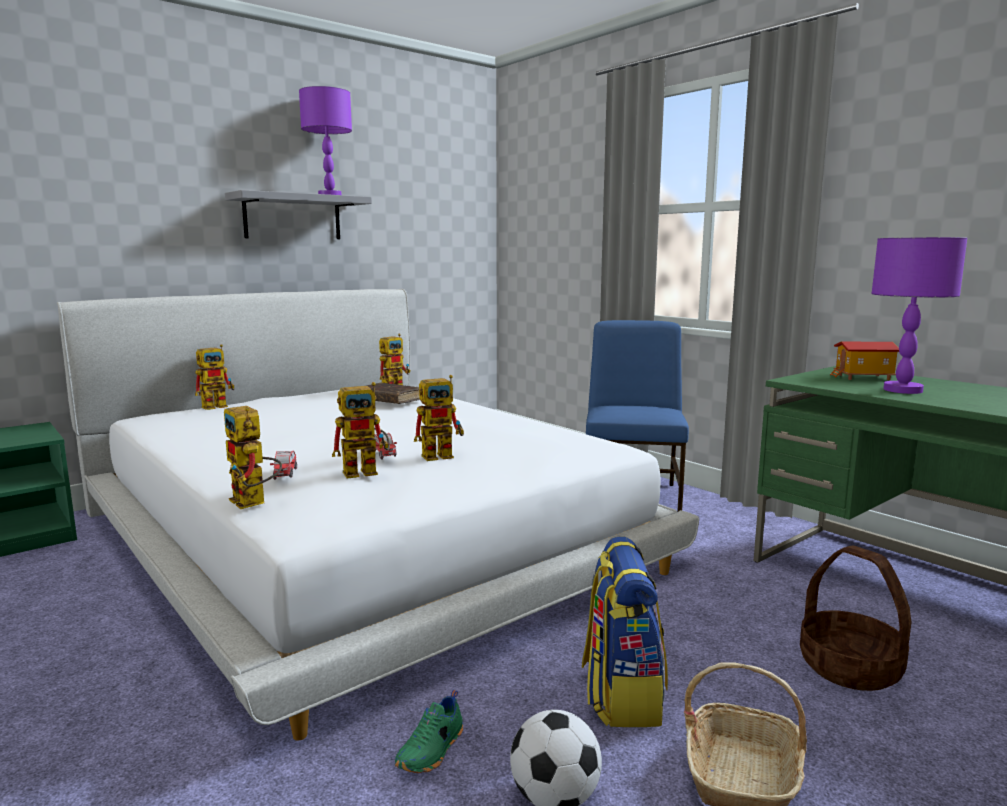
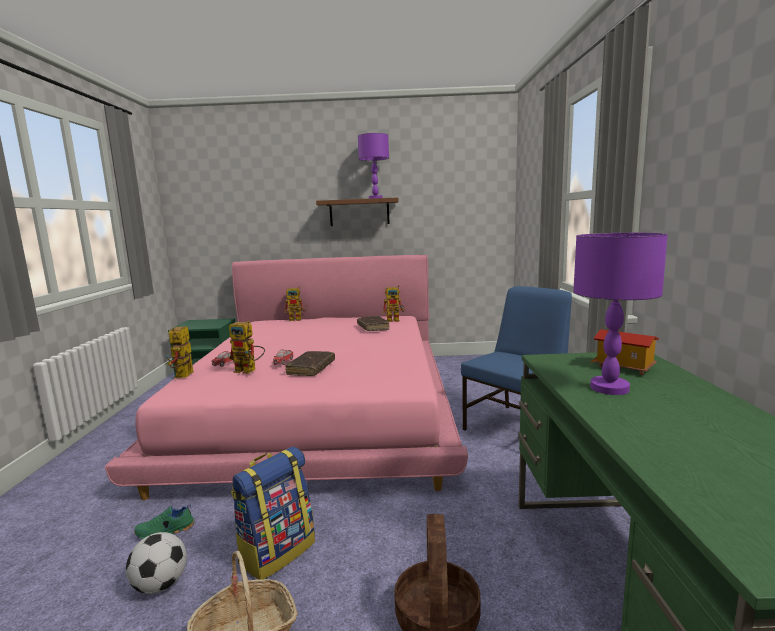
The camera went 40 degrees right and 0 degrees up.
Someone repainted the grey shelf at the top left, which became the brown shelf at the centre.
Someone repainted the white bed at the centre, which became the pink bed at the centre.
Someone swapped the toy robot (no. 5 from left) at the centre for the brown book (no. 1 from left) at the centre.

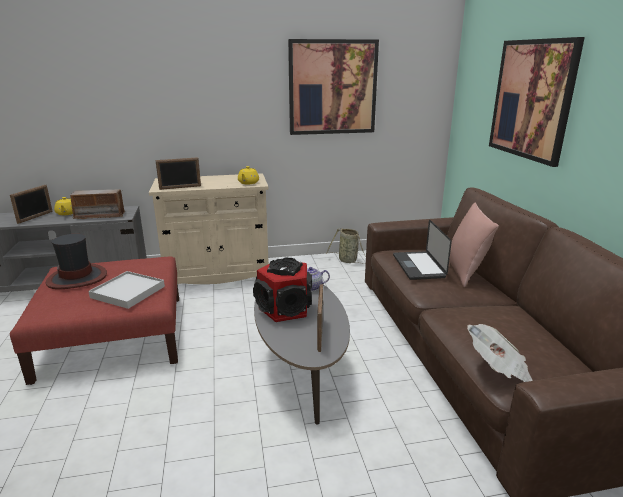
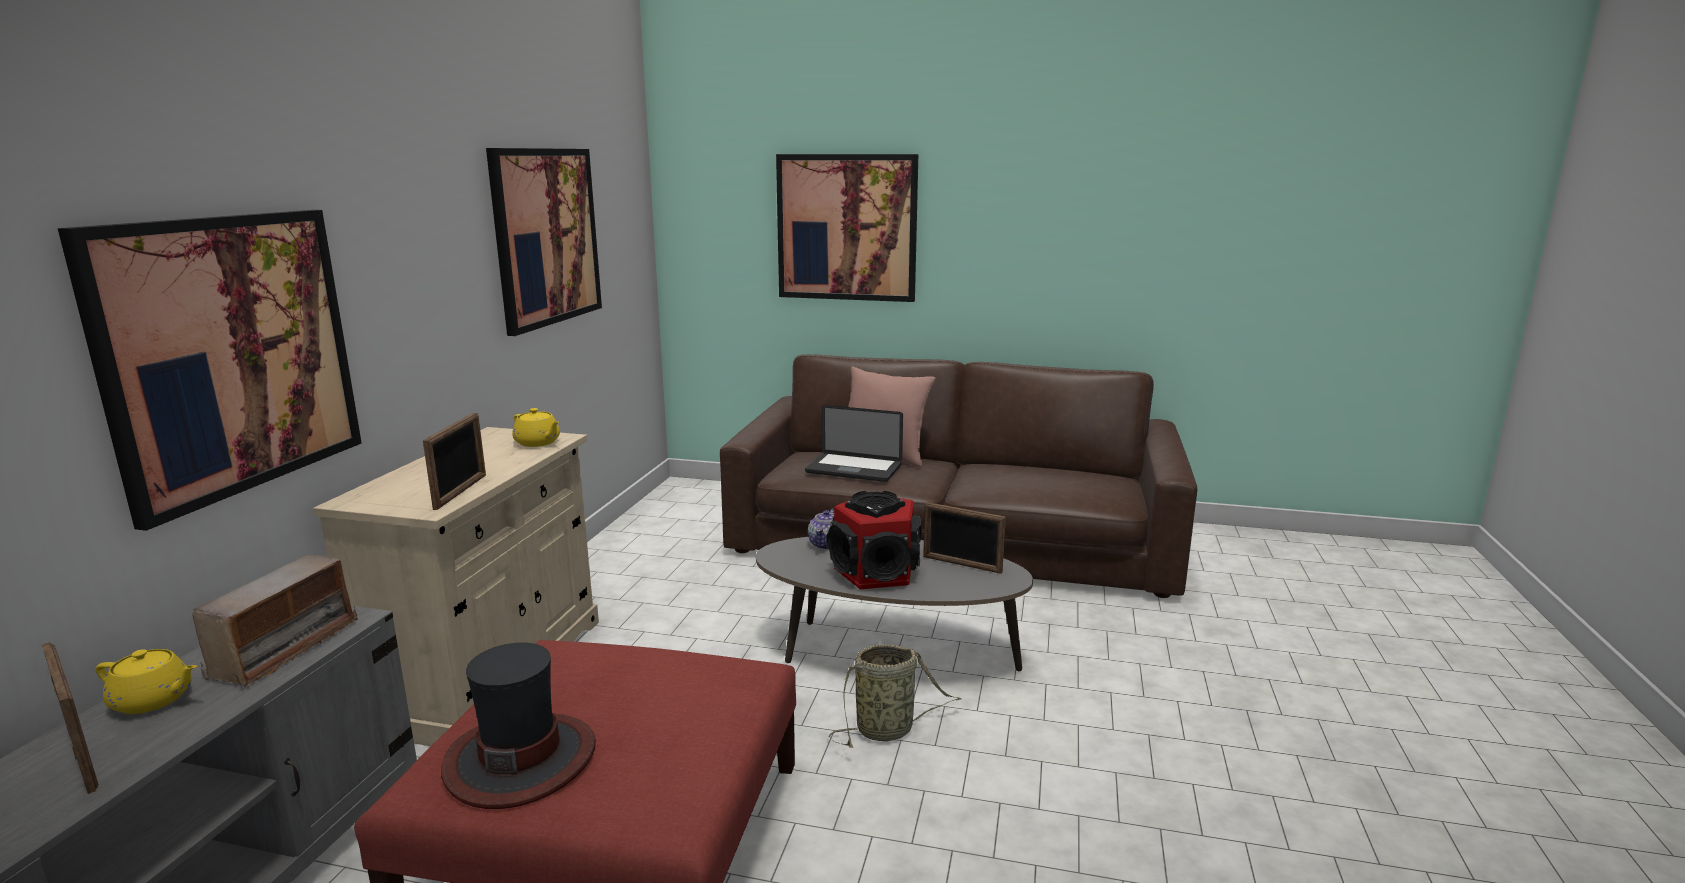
The camera went 65 degrees left and 5 degrees down.
Someone carried the basket from the centre to the bottom centre.
Someone took away the white tray at the middle left.
Someone took away the newspaper at the bottom right.
Someone put up the picture (no. 1 from left) at the middle left.

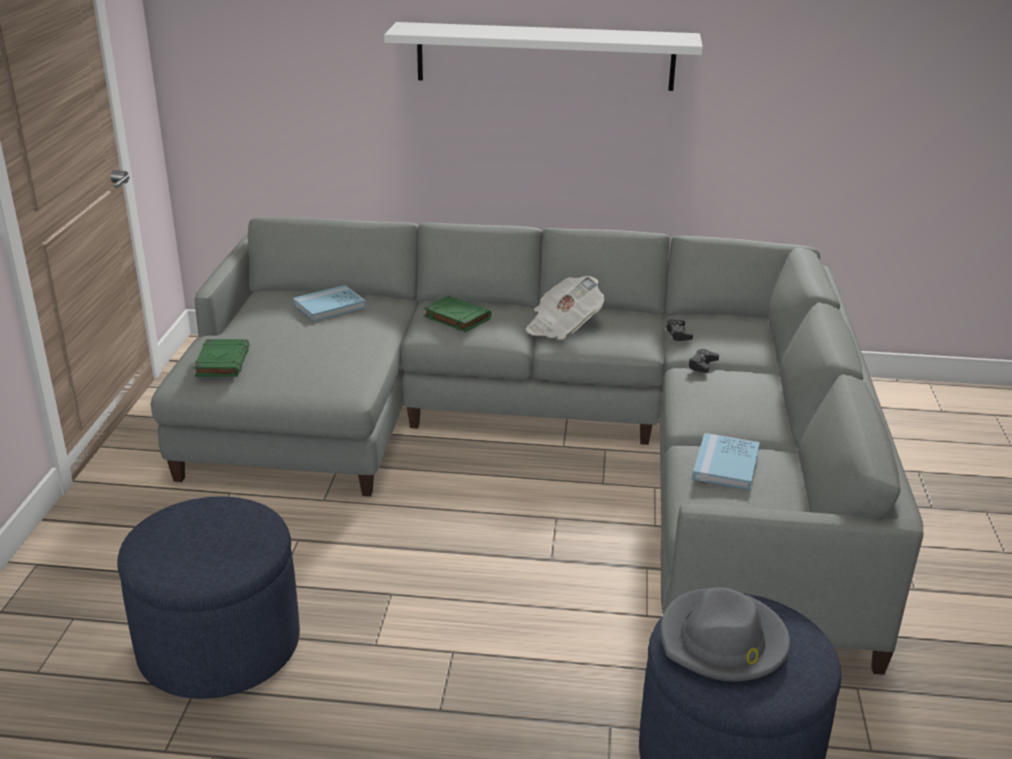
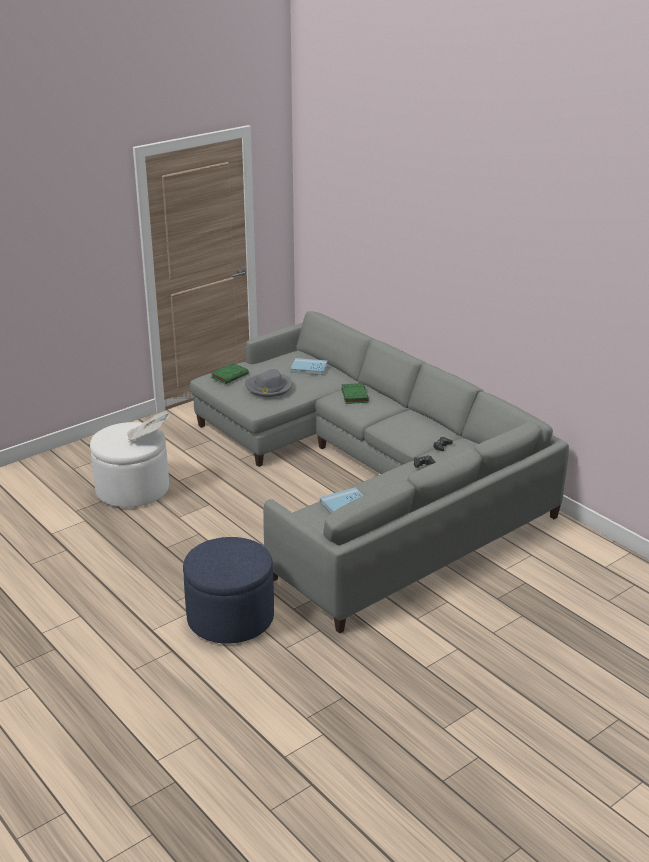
The camera went 45 degrees right and 0 degrees up.
Someone took away the white shelf at the top centre.
Someone carried the newspaper from the centre to the middle left.
Someone repainted the blue ottoman (no. 1 from left) at the bottom left, which became the white ottoman at the middle left.
Someone carried the grey hat from the bottom right to the centre.

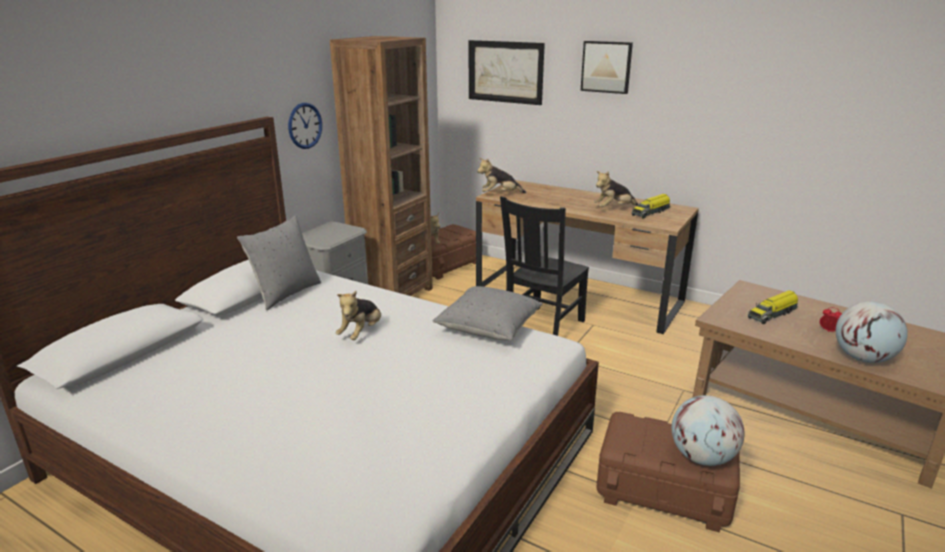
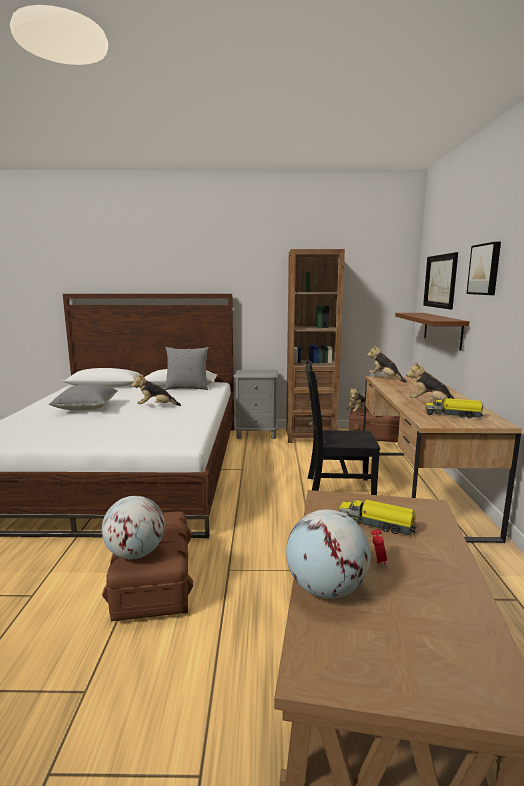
The camera went 60 degrees right and 10 degrees down.
Someone took away the wall clock at the top left.
Someone carried the grey pillow (no. 2 from left in the first image) from the centre to the middle left.
Someone put up the brown shelf at the middle right.

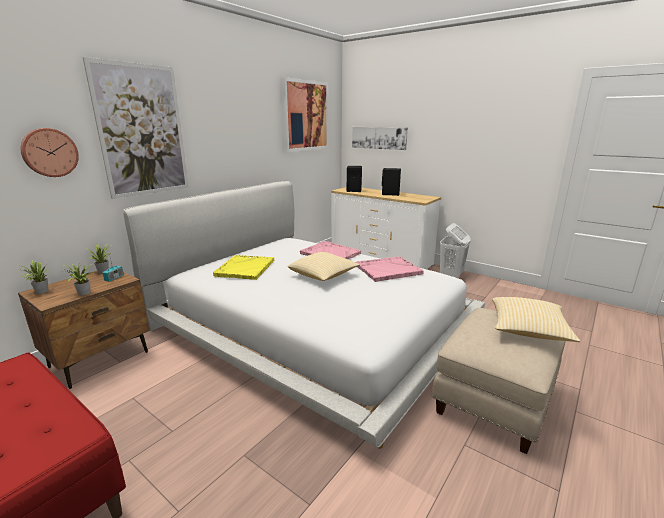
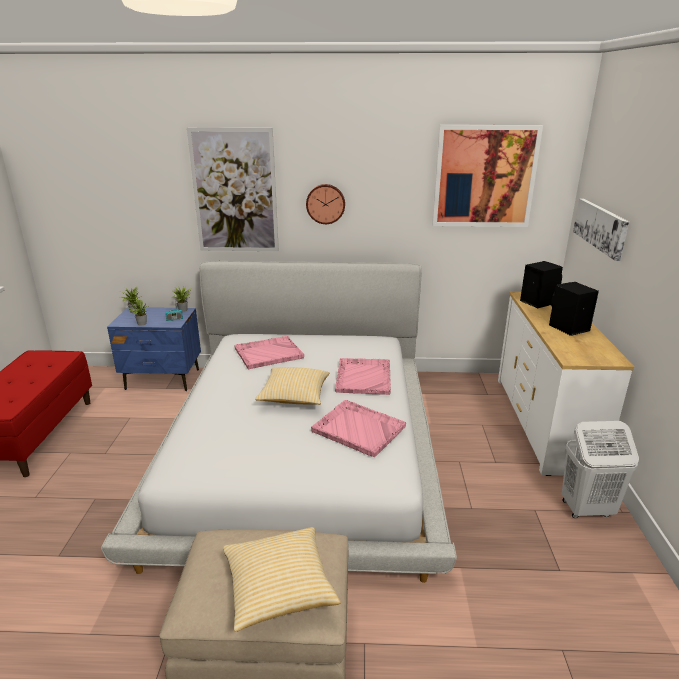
The camera went 55 degrees right and 5 degrees up.
Someone carried the wall clock from the top left to the top centre.
Someone repainted the yellow tray at the centre, which became the pink tray (no. 1 from left) at the centre.
Someone repainted the brown nightstand at the middle left, which became the blue nightstand at the middle left.

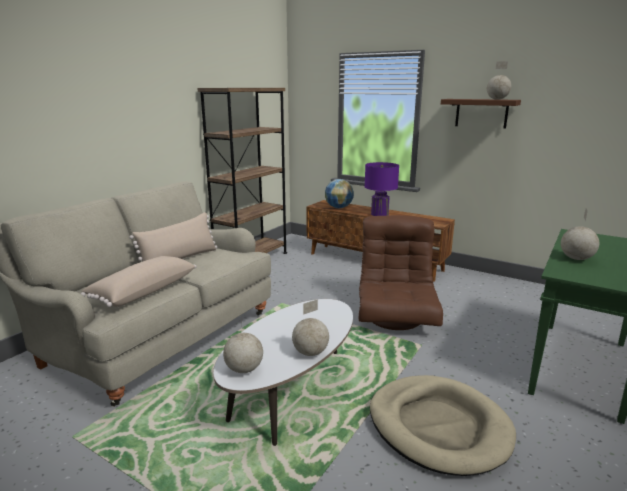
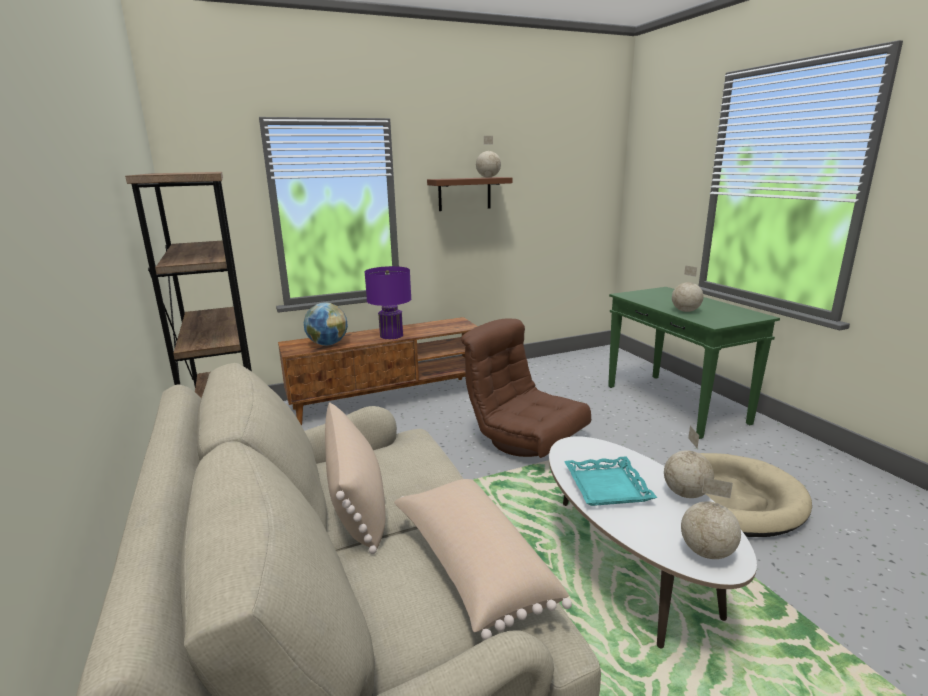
The camera went 55 degrees left and 0 degrees up.
Someone put down the turquoise tray at the bottom centre.

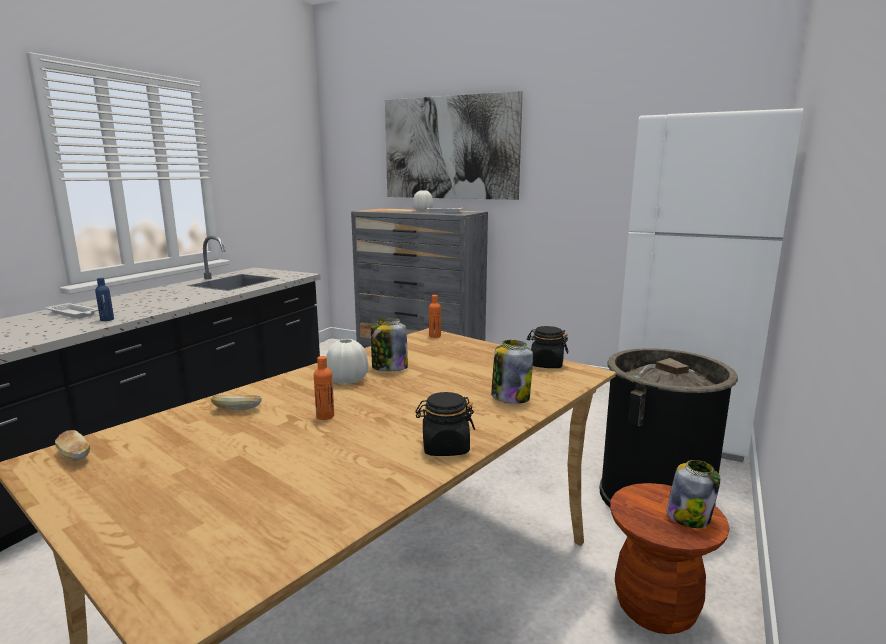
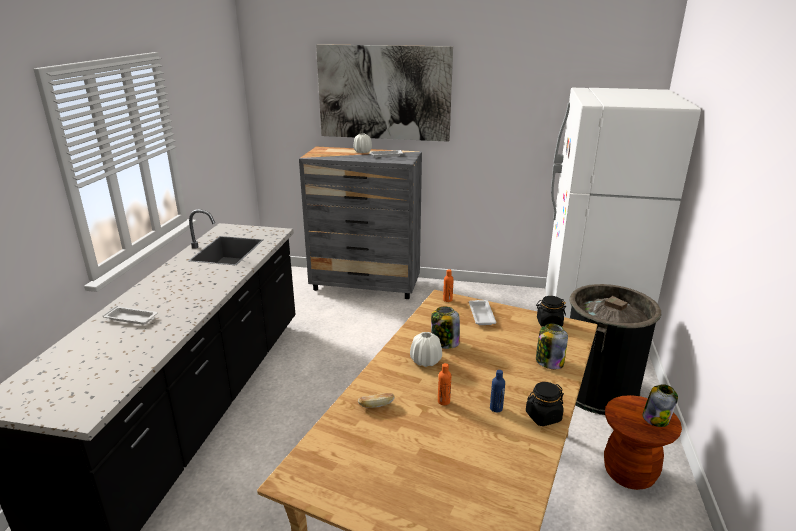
The camera went 15 degrees left and 10 degrees up.
Someone carried the blue bottle from the middle left to the bottom centre.
Someone took away the bread (no. 1 from left) at the bottom left.
Someone put down the white tray (no. 3 from left) at the centre.

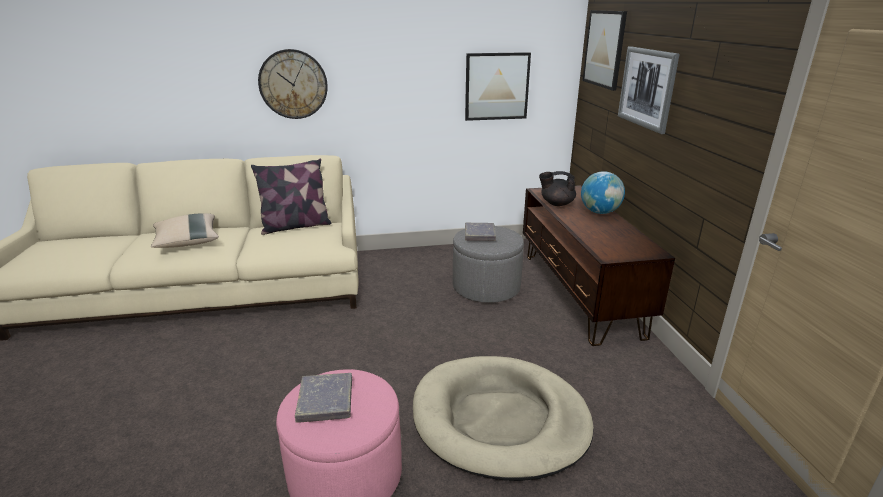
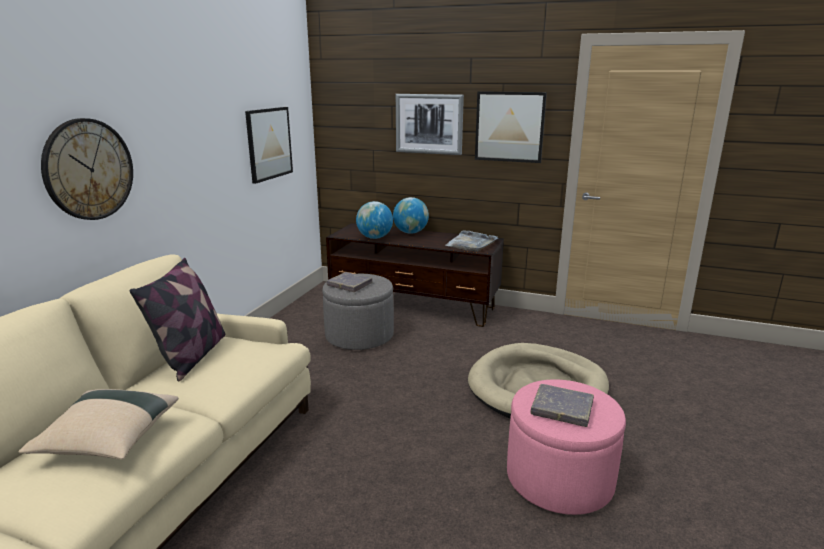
The camera went 60 degrees left and 5 degrees down.
Someone carried the picture (no. 2 from left in the first image) from the top right to the top centre.
Someone swapped the black teapot at the centre for the globe (no. 1 from left) at the centre.
Someone put down the grey tray at the centre.

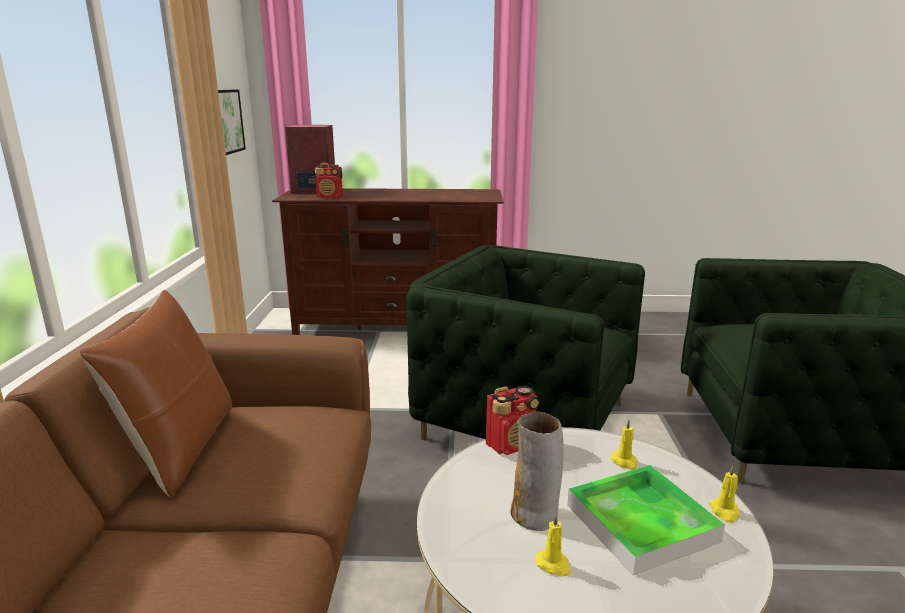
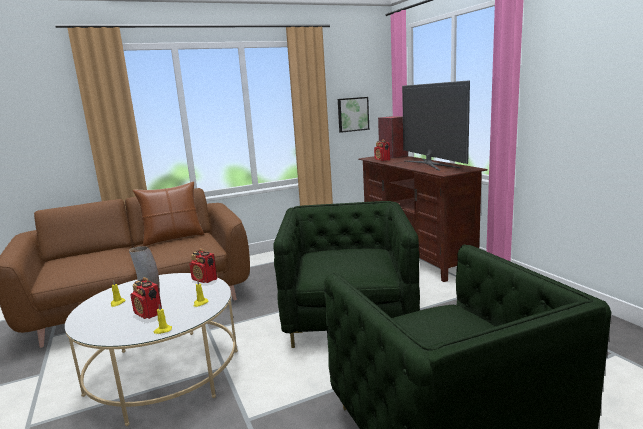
The camera went 65 degrees right and 5 degrees down.
Someone swapped the tray at the bottom right for the radio (no. 1 from left) at the bottom left.
Someone put down the television at the top right.

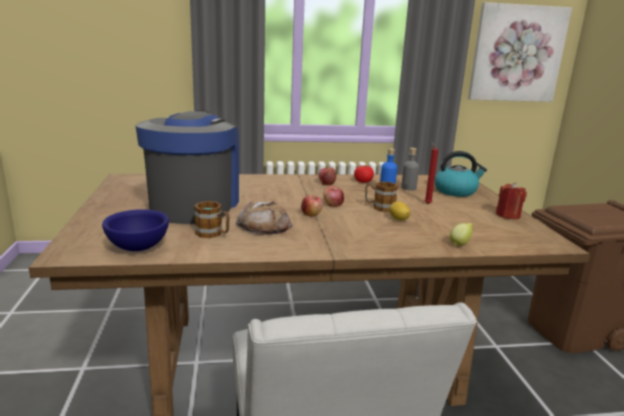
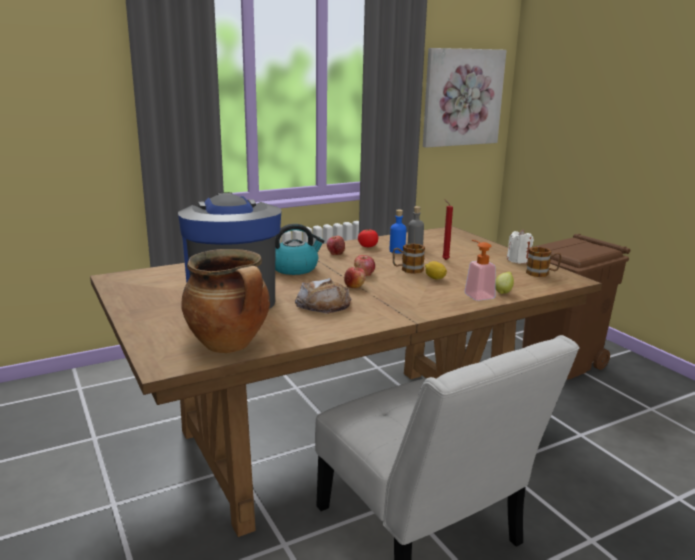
The camera went 20 degrees left and 0 degrees up.
Someone carried the kettle from the middle right to the centre.
Someone repainted the red candle (no. 2 from left) at the middle right, which became the white candle at the middle right.
Someone carried the mug (no. 1 from left in the first image) from the centre to the middle right.
Someone swapped the blue bowl at the middle left for the cooking pot at the middle left.
Someone put down the soap dispenser at the middle right.

